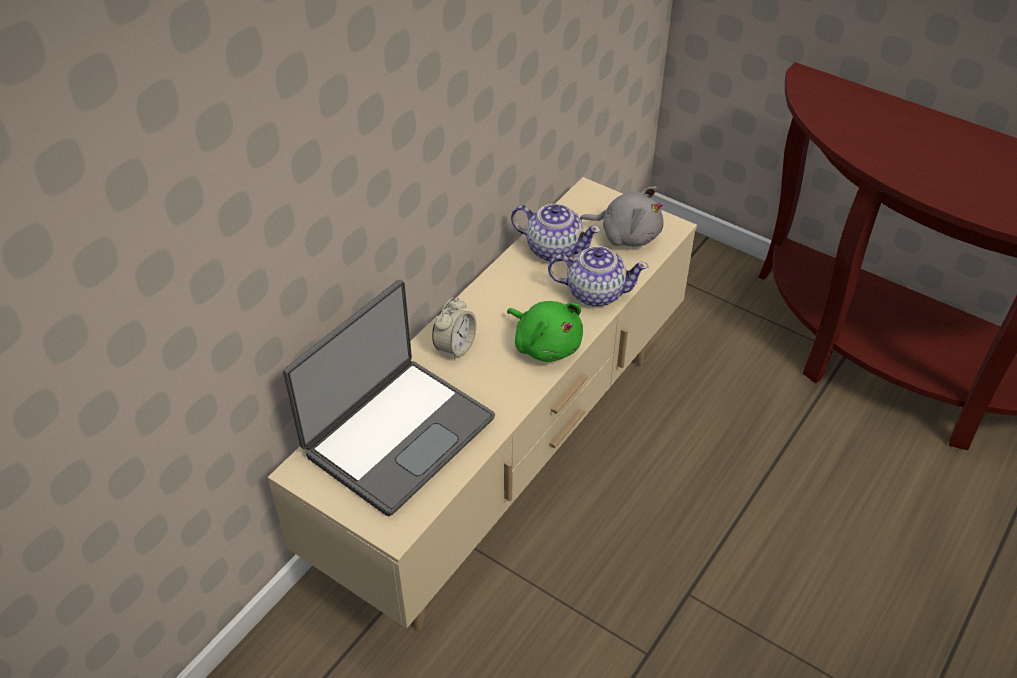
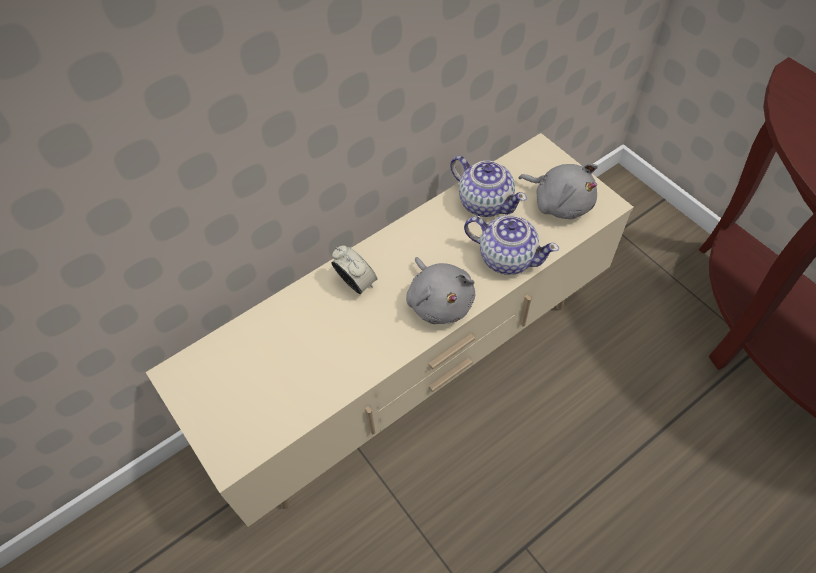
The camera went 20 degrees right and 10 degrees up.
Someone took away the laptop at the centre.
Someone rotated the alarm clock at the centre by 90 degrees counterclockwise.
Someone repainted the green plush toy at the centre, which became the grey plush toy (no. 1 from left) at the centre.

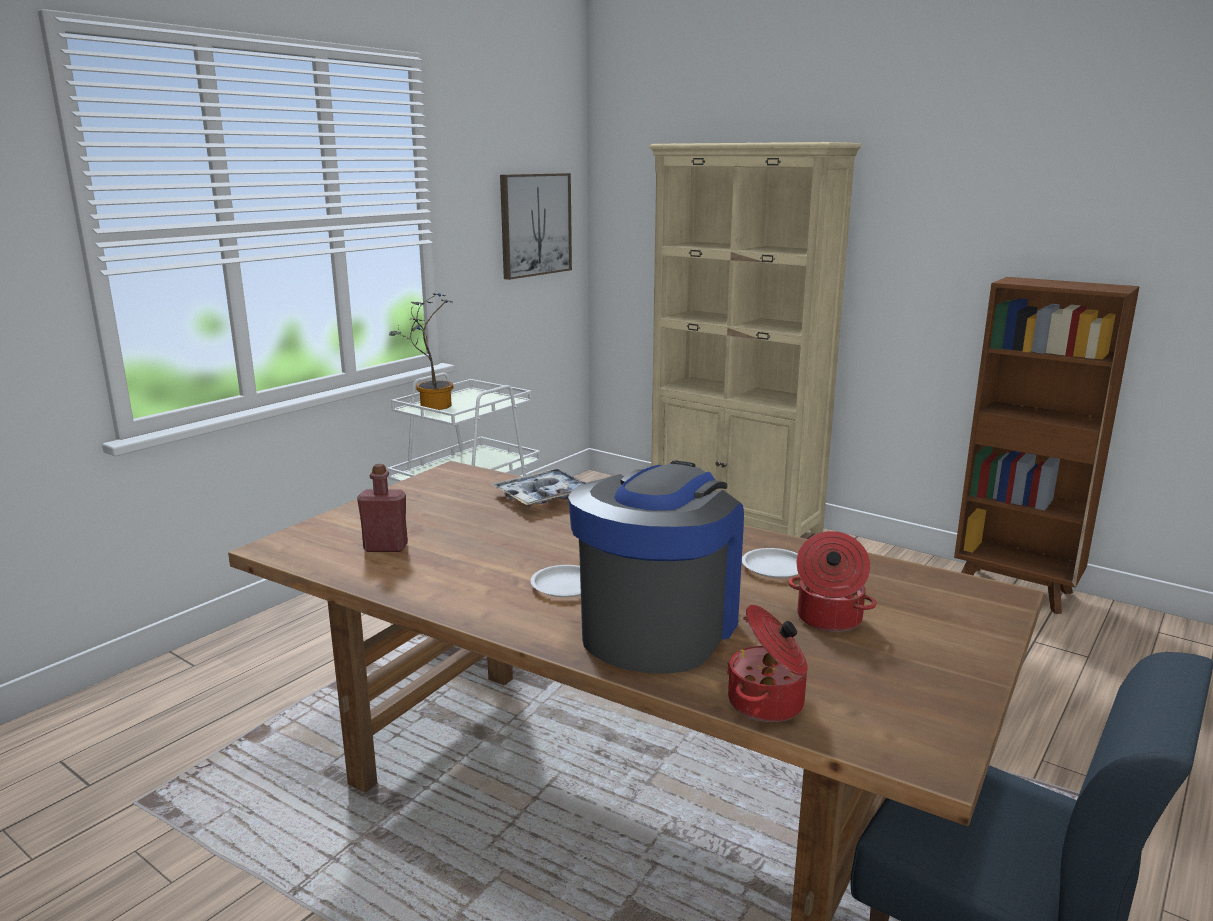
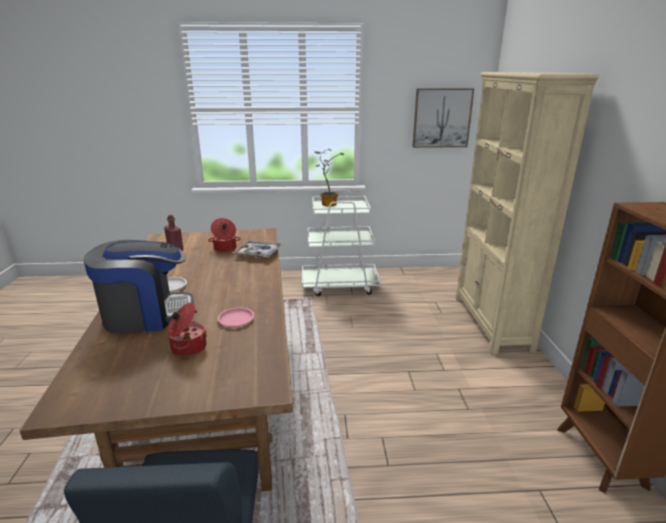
The camera went 50 degrees right and 5 degrees up.
Someone repainted the white plate (no. 2 from left) at the centre, which became the pink plate at the centre.
Someone carried the cooking pot (no. 1 from left in the first image) from the bottom centre to the centre.

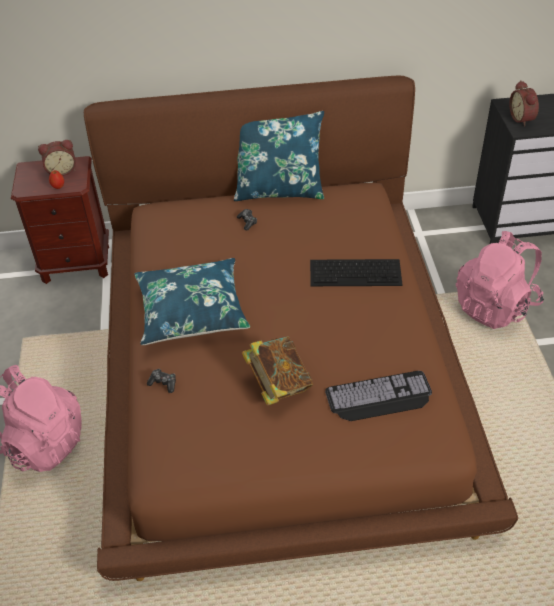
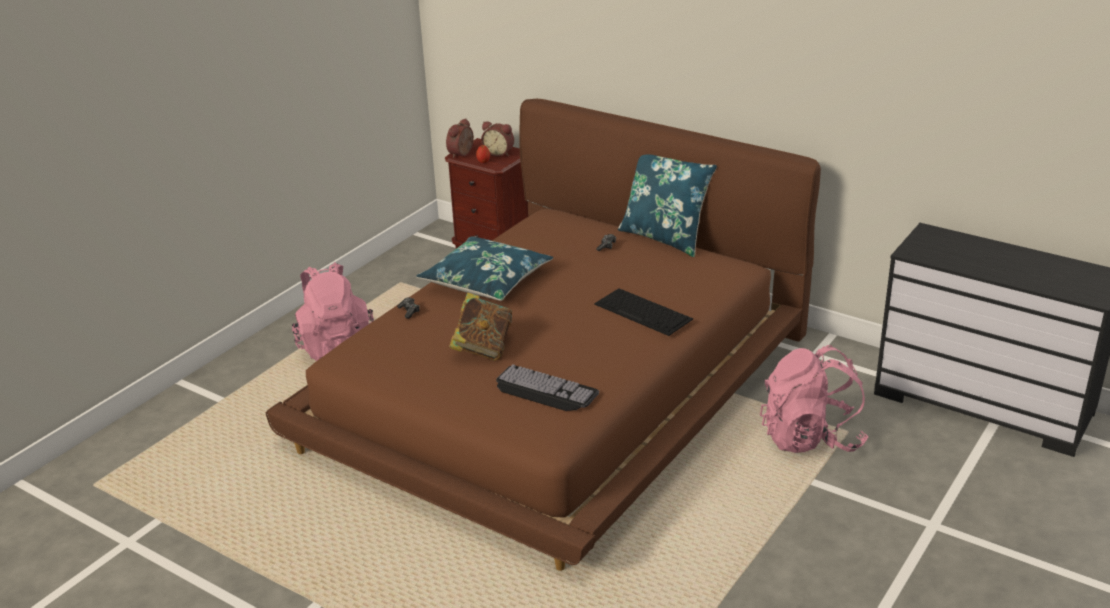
The camera went 40 degrees right and 15 degrees down.
Someone carried the alarm clock (no. 2 from left in the first image) from the top right to the top centre.

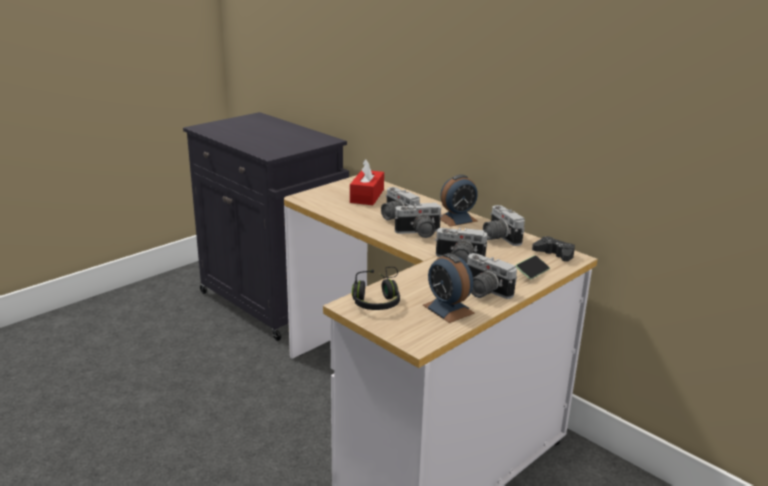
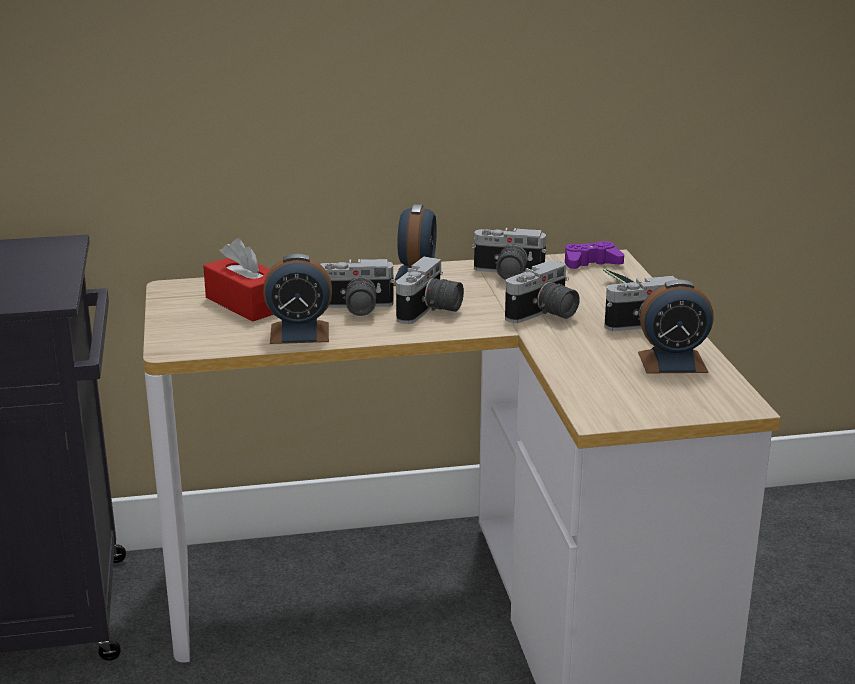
The camera went 55 degrees left and 0 degrees up.
Someone repainted the black game controller at the middle right, which became the purple game controller at the middle right.
Someone took away the black headphones at the centre.
Someone put down the alarm clock (no. 1 from left) at the centre.

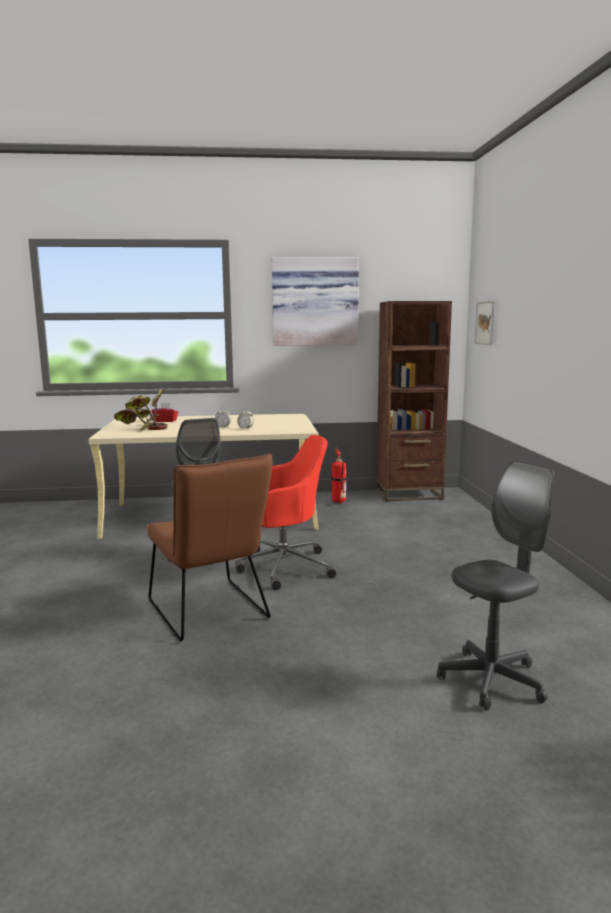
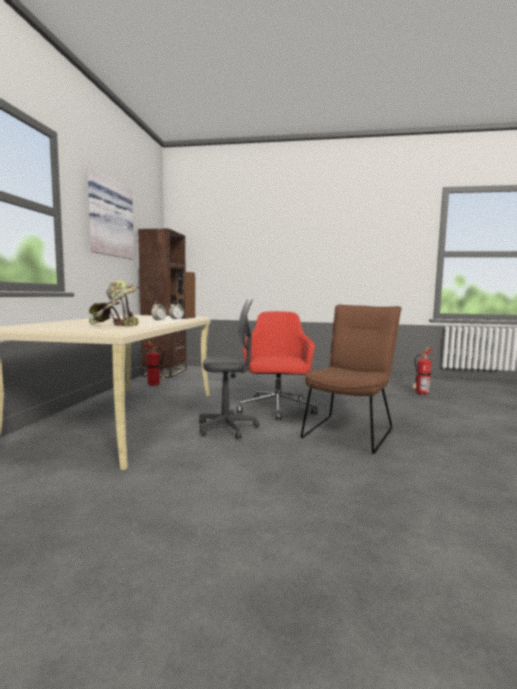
The camera went 75 degrees left and 5 degrees down.
Someone took away the picture (no. 2 from left) at the middle right.
Someone took away the red tissue box at the middle left.
Someone rotated the brown chair at the centre by 45 degrees counterclockwise.
Someone swapped the grey office chair (no. 2 from left) at the middle right for the fire extinguisher (no. 2 from left) at the middle right.
Someone put down the brown speaker at the centre.

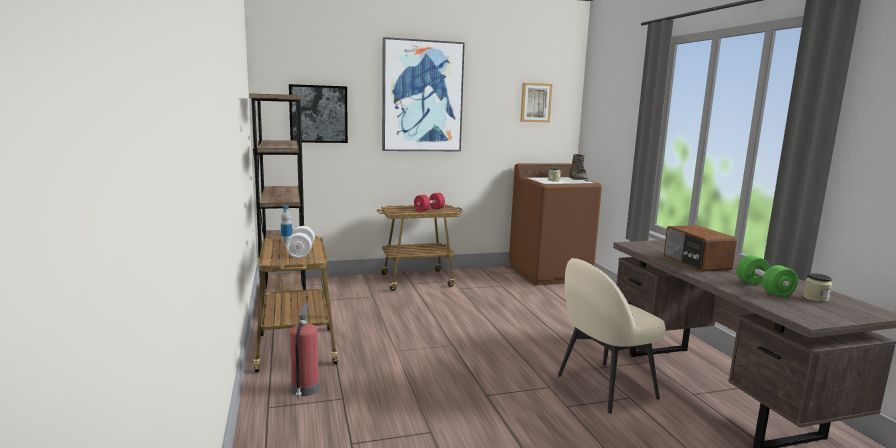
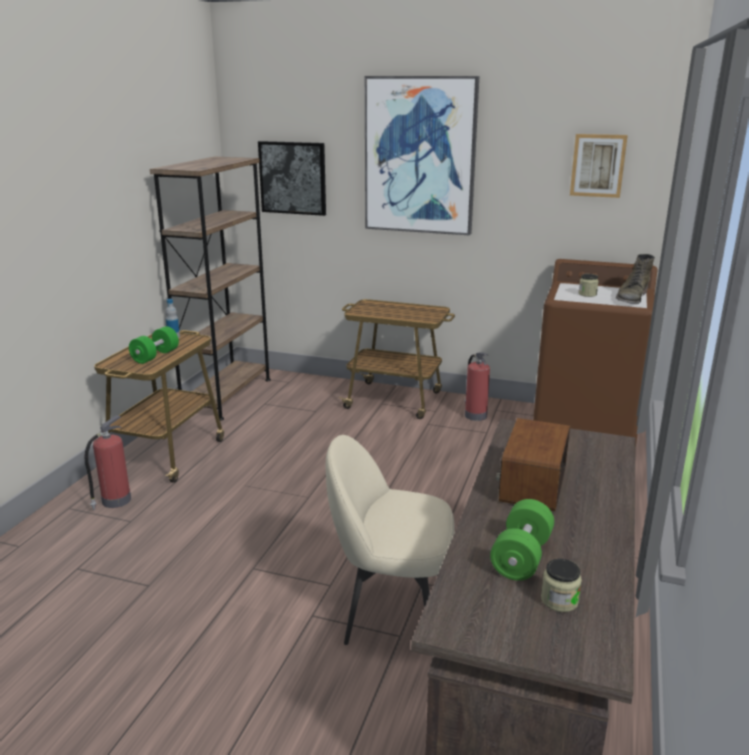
The camera went 35 degrees right and 10 degrees up.
Someone took away the red dumbbell at the centre.
Someone repainted the white dumbbell at the centre, which became the green dumbbell (no. 1 from left) at the middle left.
Someone put down the fire extinguisher (no. 2 from left) at the centre.

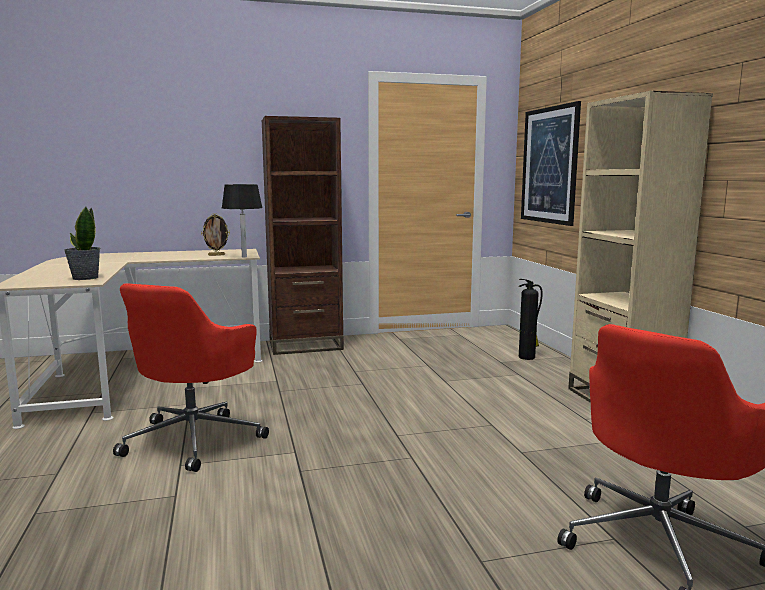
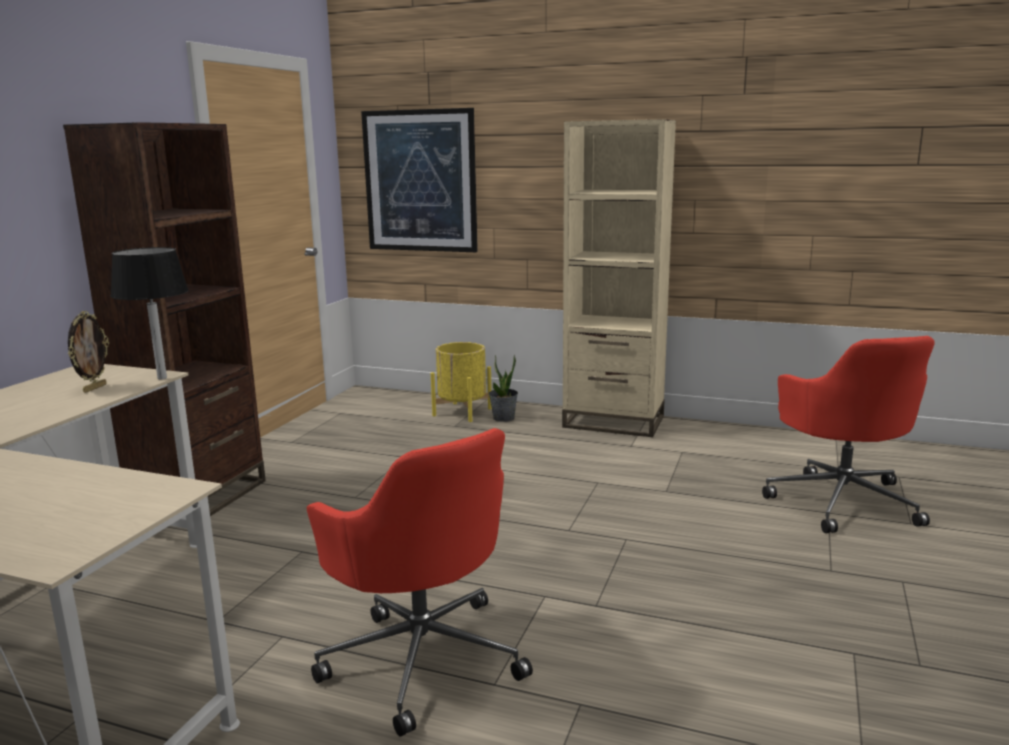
The camera went 55 degrees left and 5 degrees up.
Someone carried the potted plant from the middle left to the centre.
Someone swapped the fire extinguisher at the middle right for the yellow planter at the centre.

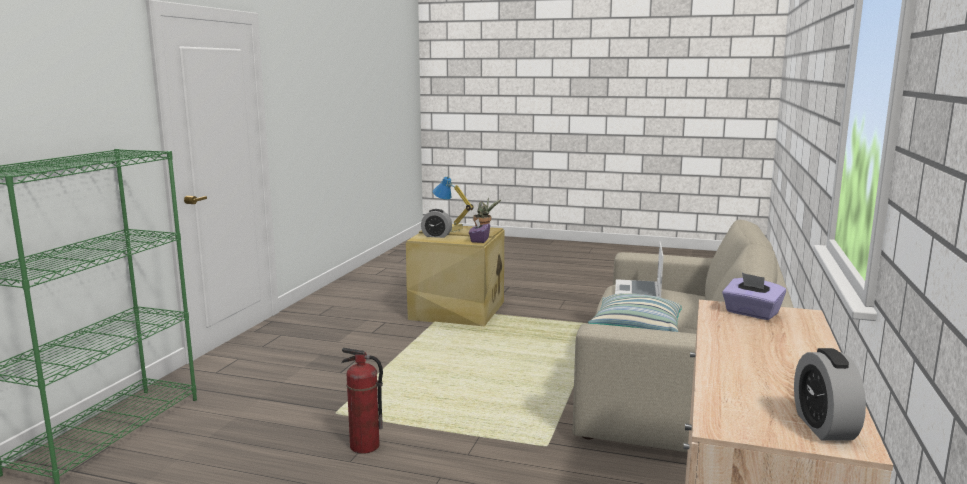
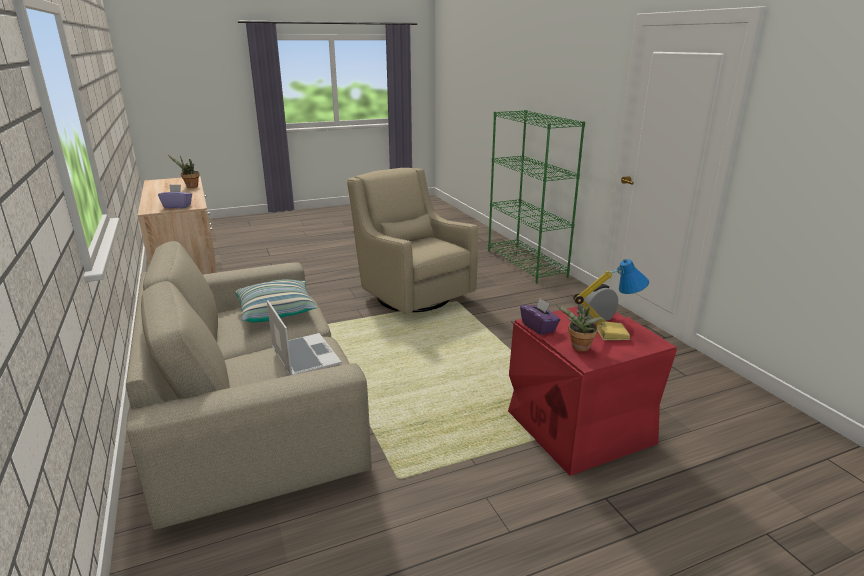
The camera went 140 degrees right and 10 degrees up.
Someone repainted the beige storage box at the centre, which became the red storage box at the bottom right.
Someone swapped the fire extinguisher at the bottom centre for the beige armchair at the centre.
Someone took away the alarm clock (no. 2 from left) at the bottom right.
Someone put down the potted plant (no. 1 from left) at the top left.

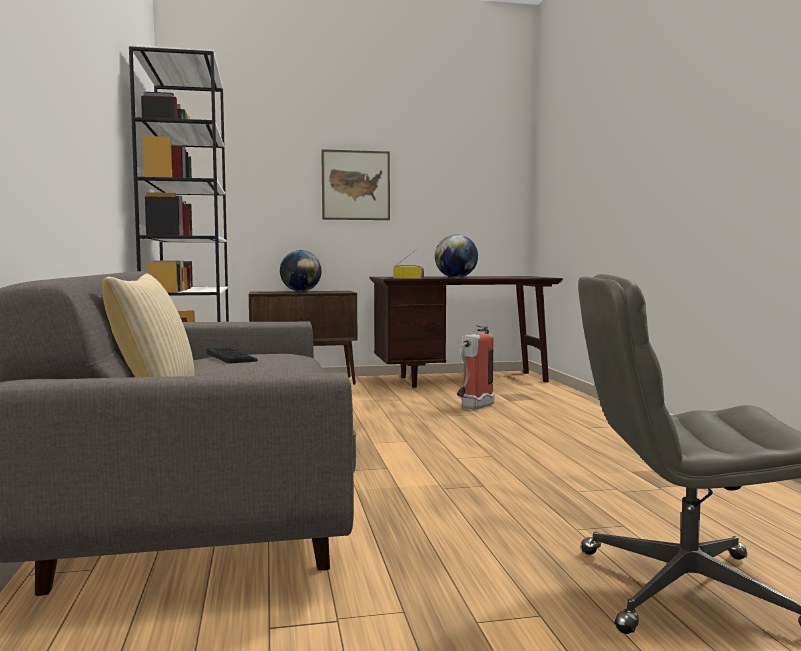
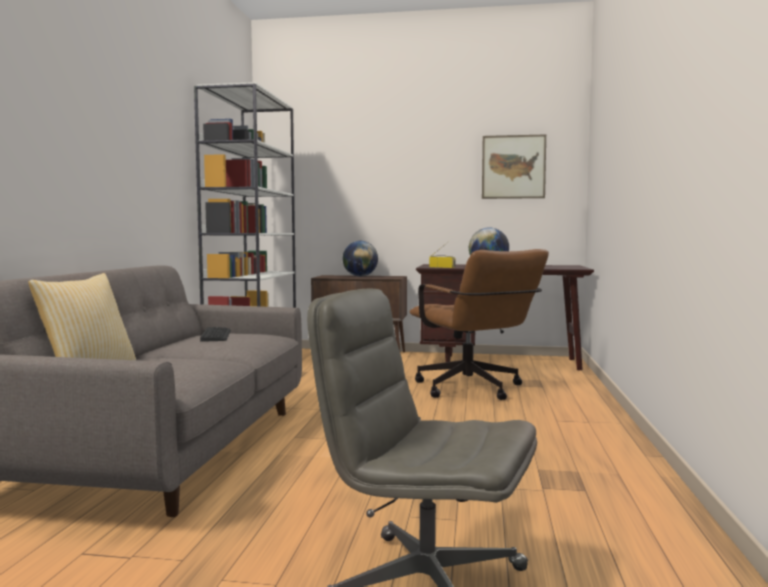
The camera went 20 degrees right and 0 degrees up.
Someone carried the picture from the top centre to the top right.
Someone swapped the fire extinguisher at the centre for the brown office chair at the centre.

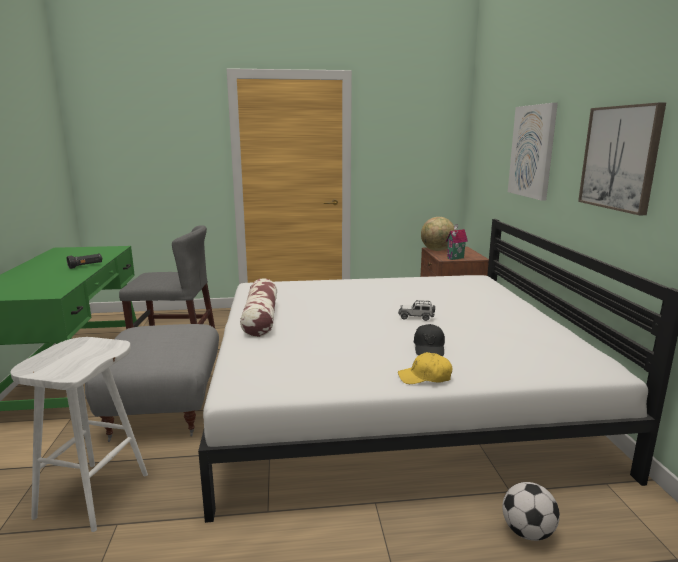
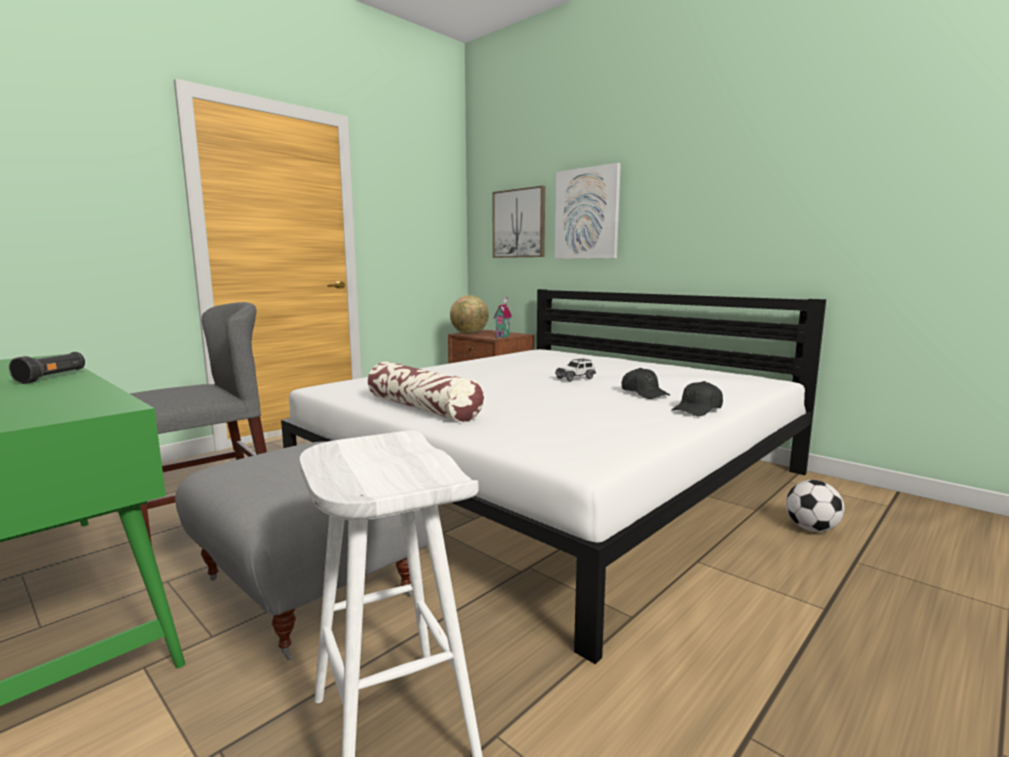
The camera went 40 degrees left and 5 degrees down.
Someone carried the picture (no. 2 from left in the first image) from the top right to the top centre.
Someone repainted the yellow cap at the centre, which became the black cap (no. 2 from left) at the middle right.

